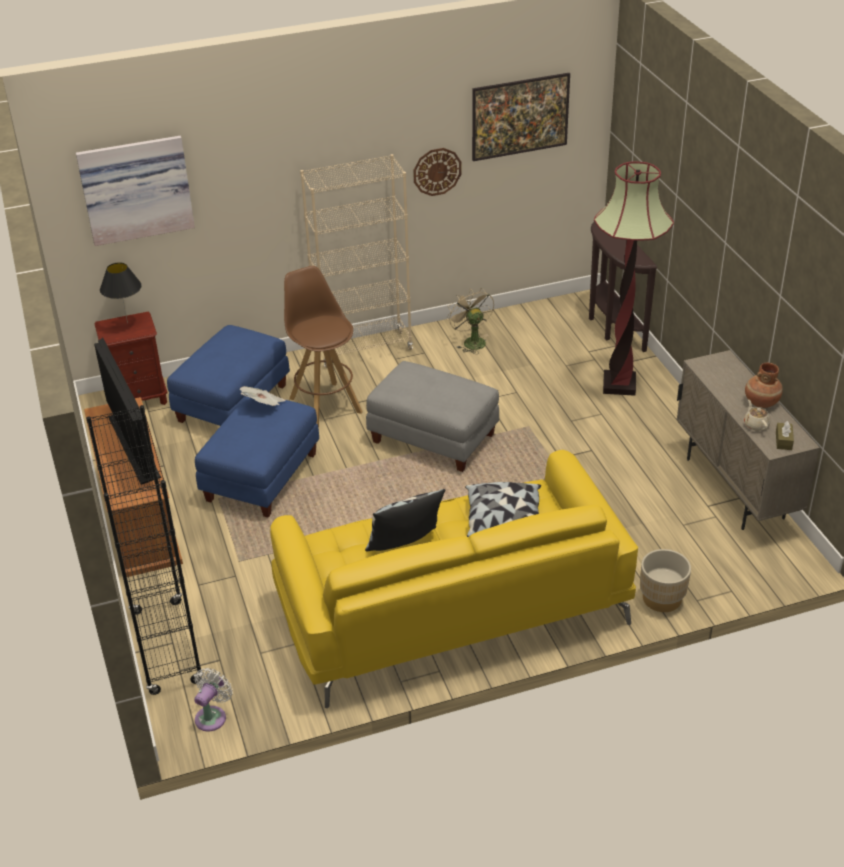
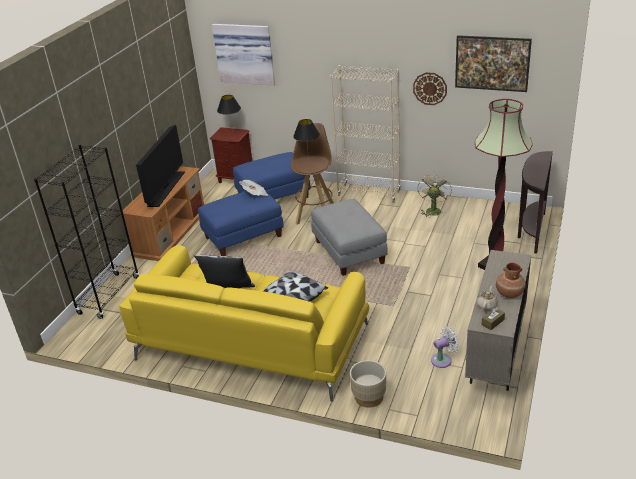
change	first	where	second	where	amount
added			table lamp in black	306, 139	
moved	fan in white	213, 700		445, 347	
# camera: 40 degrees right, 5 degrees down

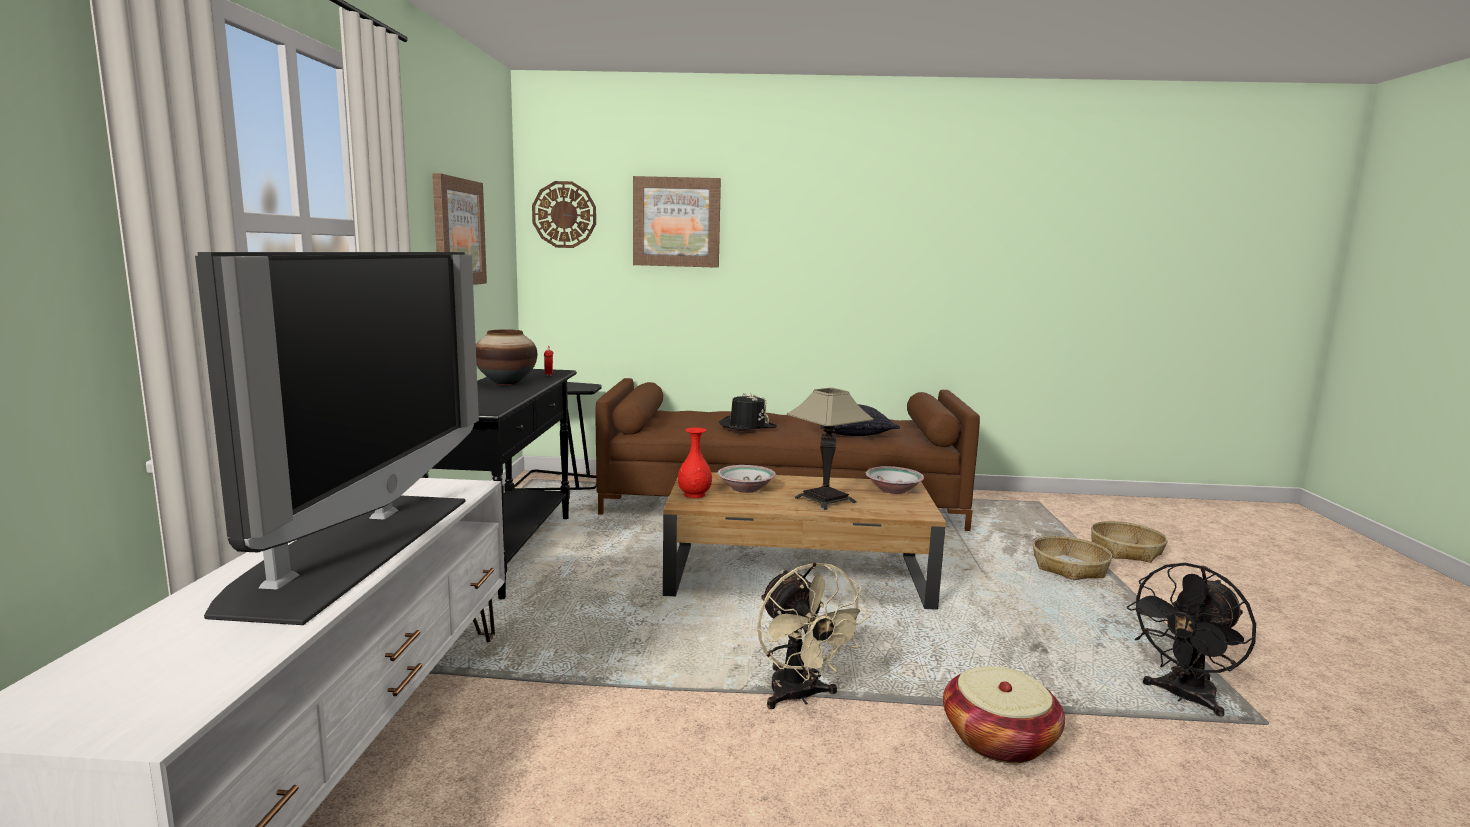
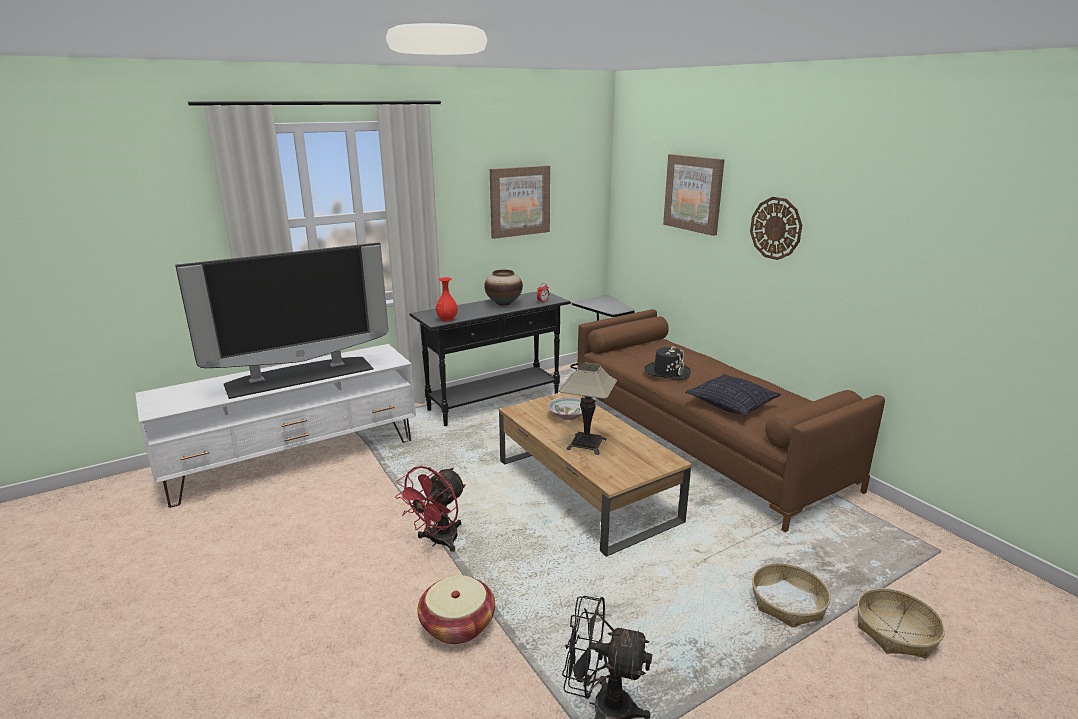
change	first	where	second	where	amount
recoloured	fan in beige	814, 635	fan in red	430, 509	
moved	vase in red	695, 462		447, 299	
moved	wall clock	564, 214		776, 228	
removed	bowl	895, 480			
# camera: 55 degrees right, 10 degrees up

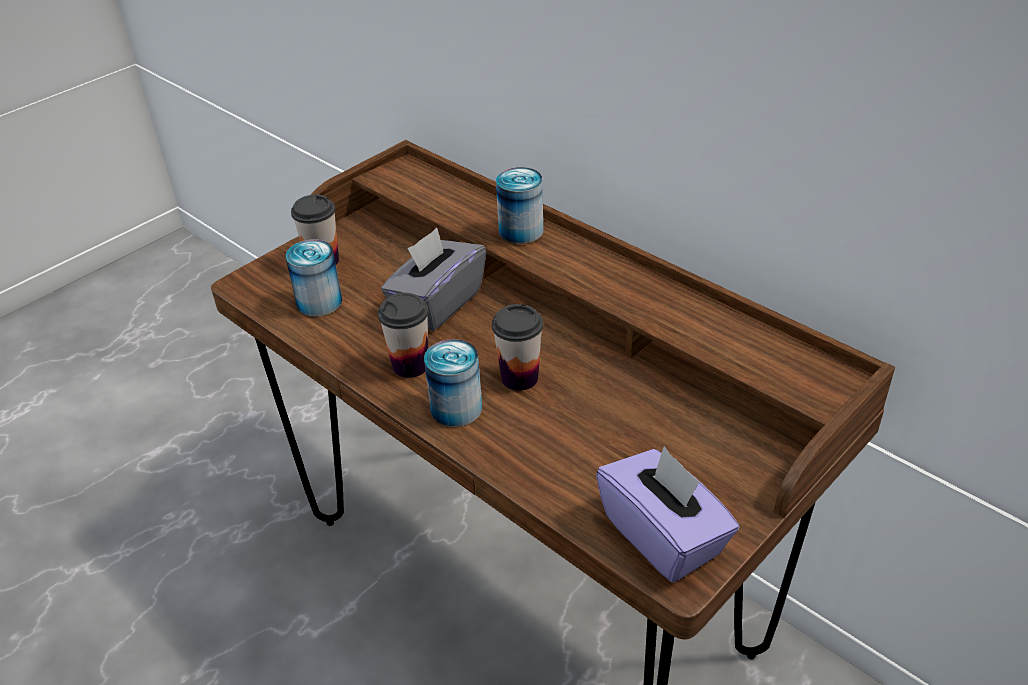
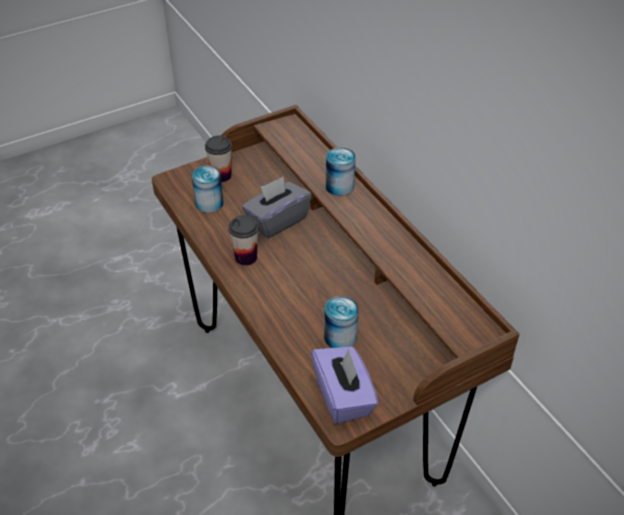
change	first	where	second	where	amount
moved	can	453, 383		341, 322	
removed	cup	517, 347			
# camera: 15 degrees right, 5 degrees up

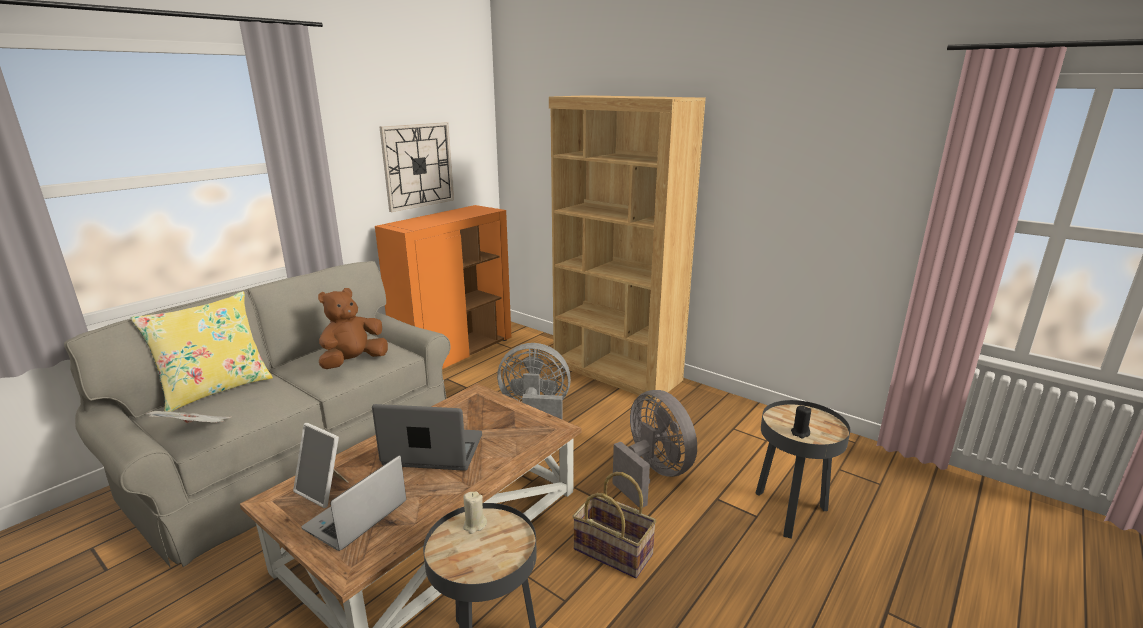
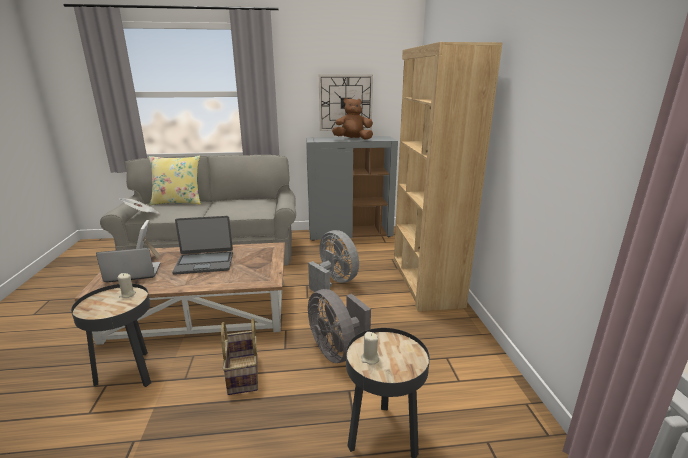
change	first	where	second	where	amount
turned	laptop	427, 437		202, 245	120 degrees clockwise
recoloured	cabinet in orange	443, 287	cabinet in grey	352, 188	
turned	fan in grey	654, 448		339, 326	135 degrees clockwise
moved	plush toy in brown	353, 328		352, 119	
recoloured	candle in black	801, 422	candle in beige	370, 348	
# camera: 45 degrees right, 0 degrees up

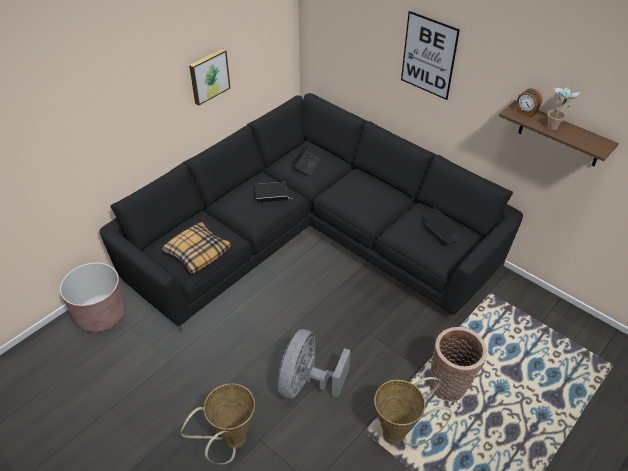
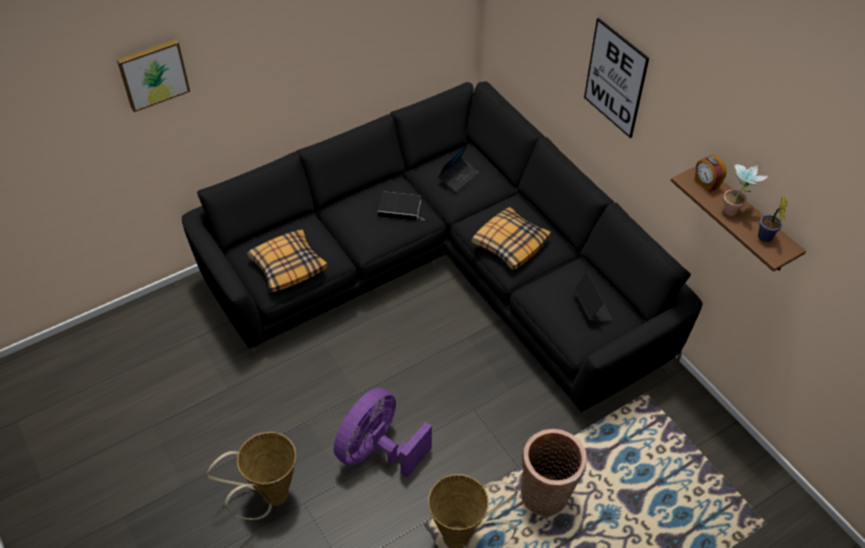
change	first	where	second	where	amount
moved	picture	209, 77		153, 75	
recoloured	fan in grey	314, 364	fan in purple	383, 432	
added			pillow	511, 238	
added			potted plant	773, 218	
removed	planter in brown	93, 297			
# camera: 15 degrees right, 5 degrees up

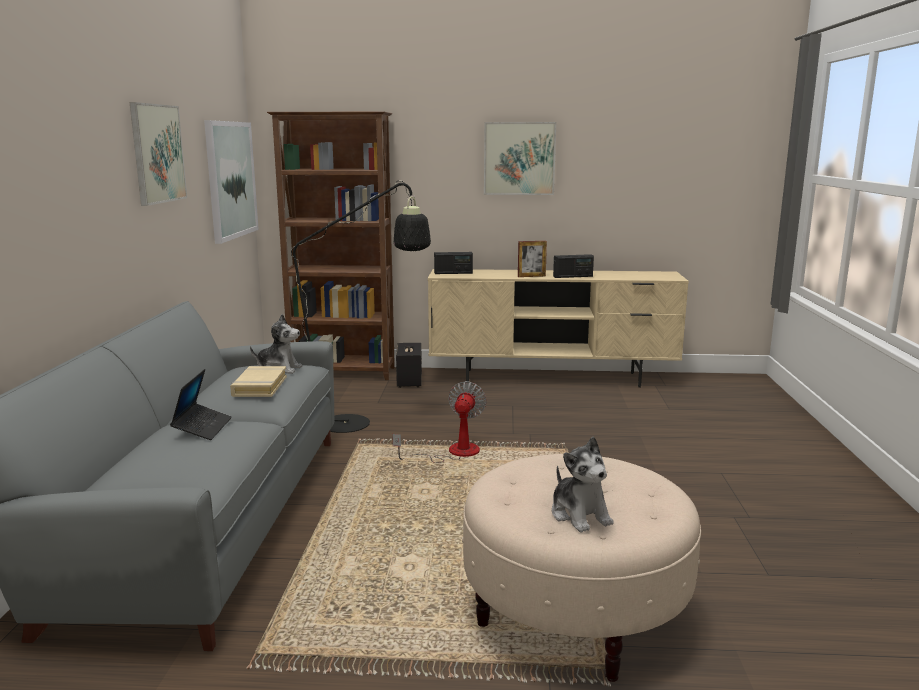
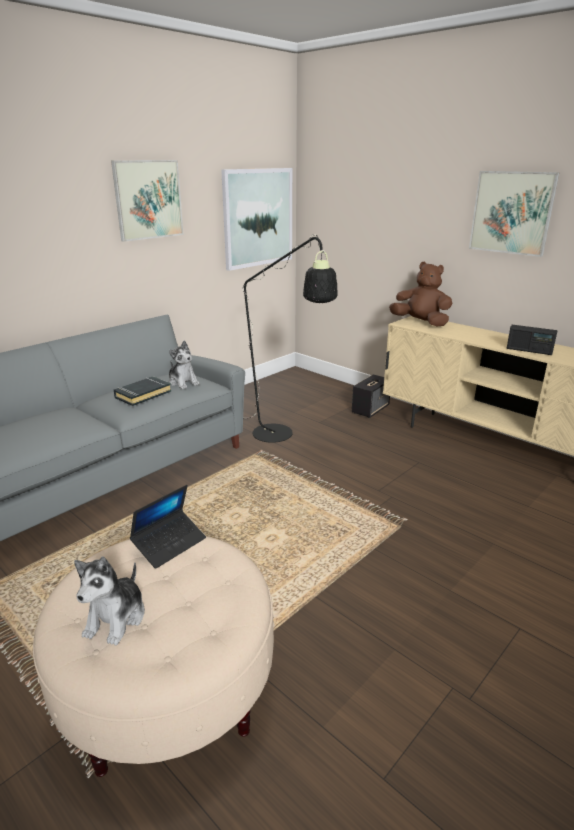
change	first	where	second	where	amount
recoloured	book in beige	258, 381	book in black	143, 391	
moved	laptop	201, 404		168, 527	
replaced	radio	453, 263	plush toy in brown	421, 294	
removed	bookcase in brown	331, 246			
removed	fan	439, 422			
removed	picture frame	532, 259			
# camera: 40 degrees right, 10 degrees up

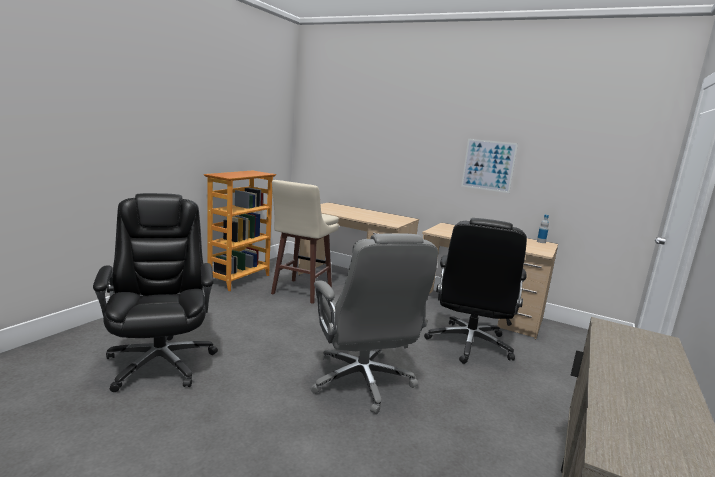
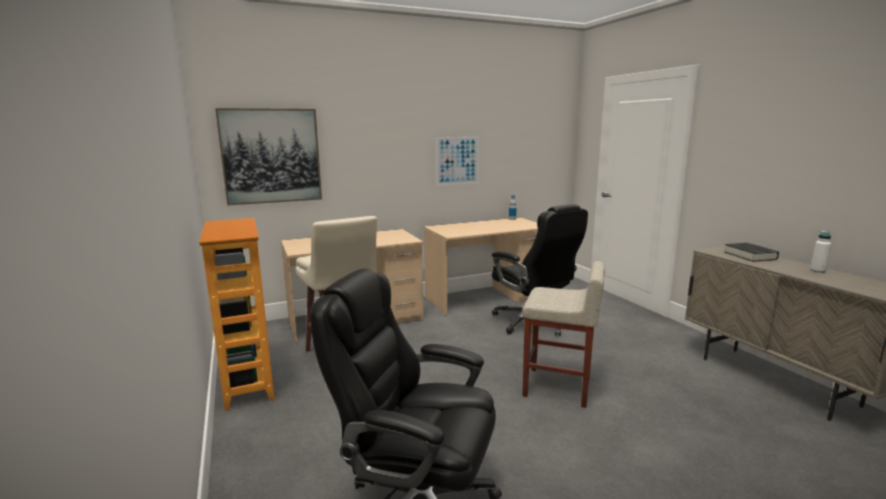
change	first	where	second	where	amount
added			picture	268, 156	
replaced	office chair in grey	374, 323	stool in beige	563, 334	
added			book in black	751, 252	
added			bottle in white	821, 251	
# camera: 50 degrees left, 0 degrees up

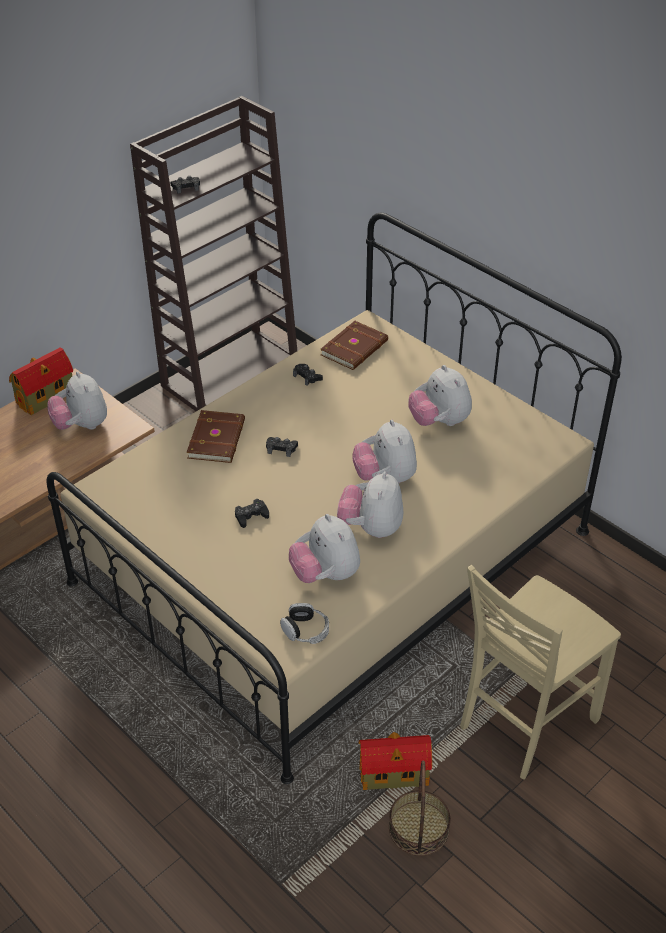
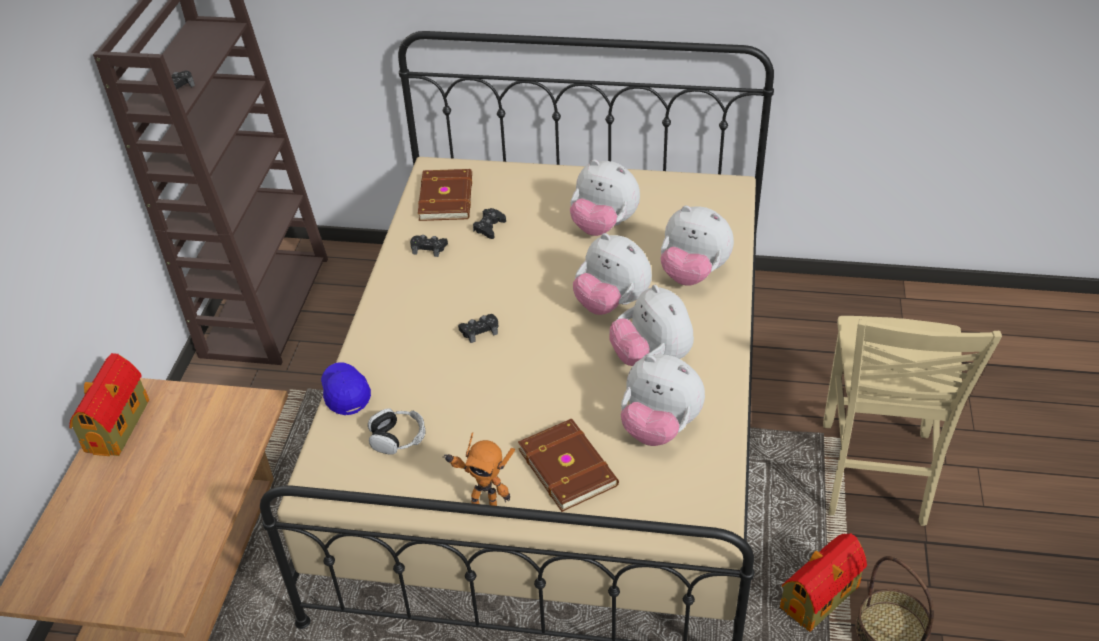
change	first	where	second	where	amount
added			cap in blue	346, 388	
moved	headphones	304, 623		396, 431	
added			toy robot	479, 469	
moved	game controller in black	252, 513		489, 223	
moved	book in brown	216, 436		568, 465	
moved	plush toy	77, 400		697, 246	
# camera: 35 degrees left, 0 degrees up

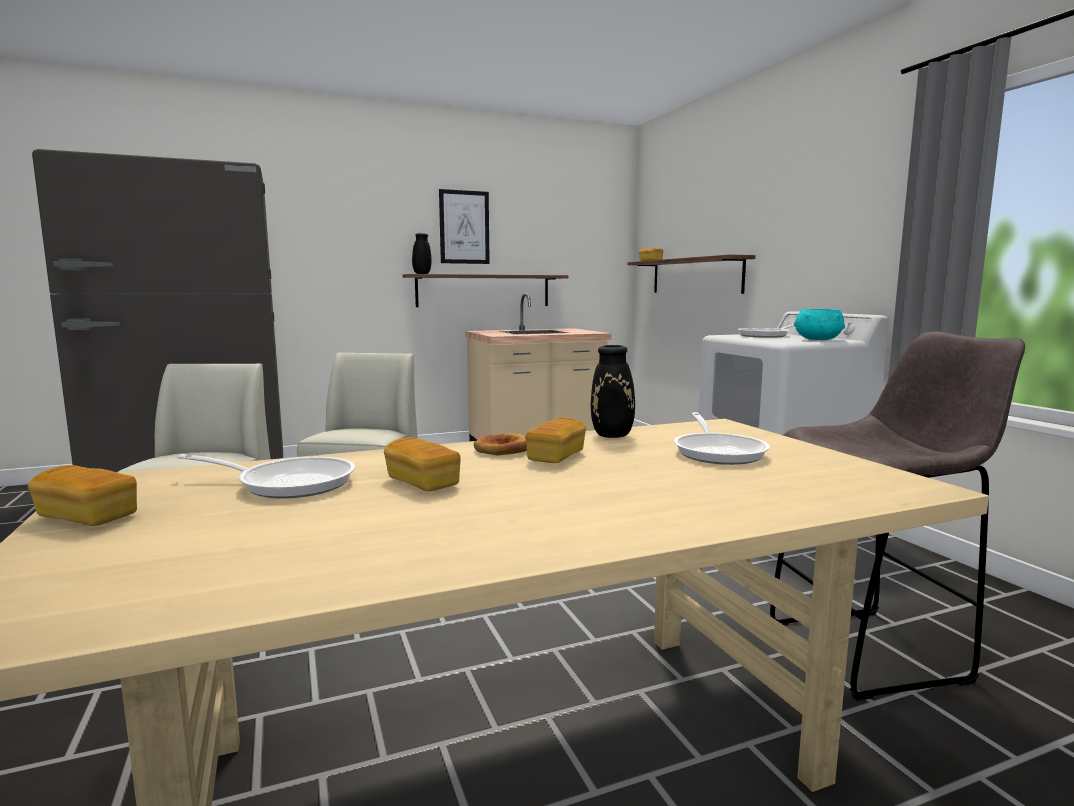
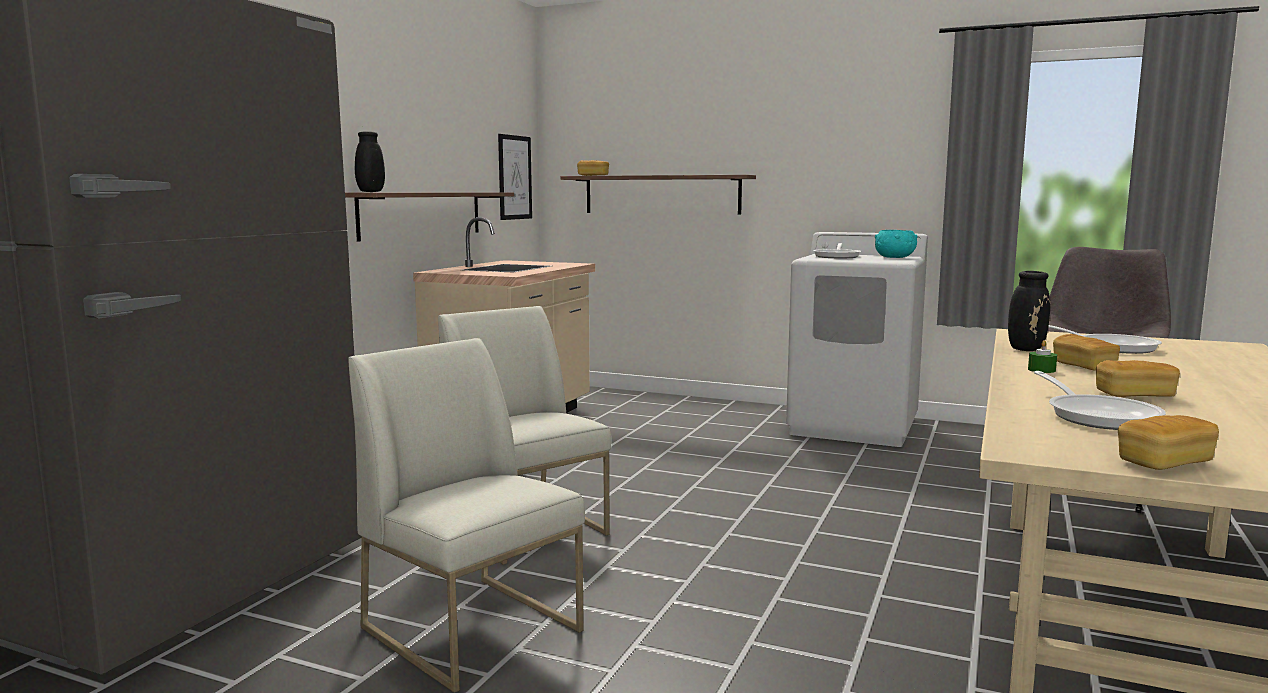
change	first	where	second	where	amount
moved	picture	464, 226		515, 177	
replaced	bread	500, 444	candle in green	1042, 356	
turned	frying pan	266, 476		1100, 400	120 degrees clockwise
# camera: 45 degrees left, 0 degrees up

